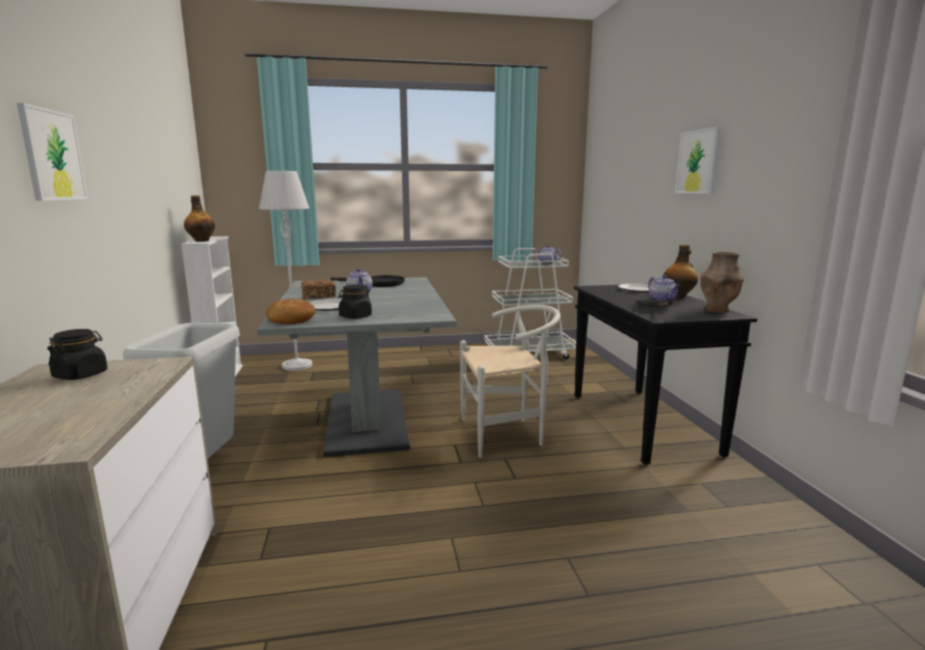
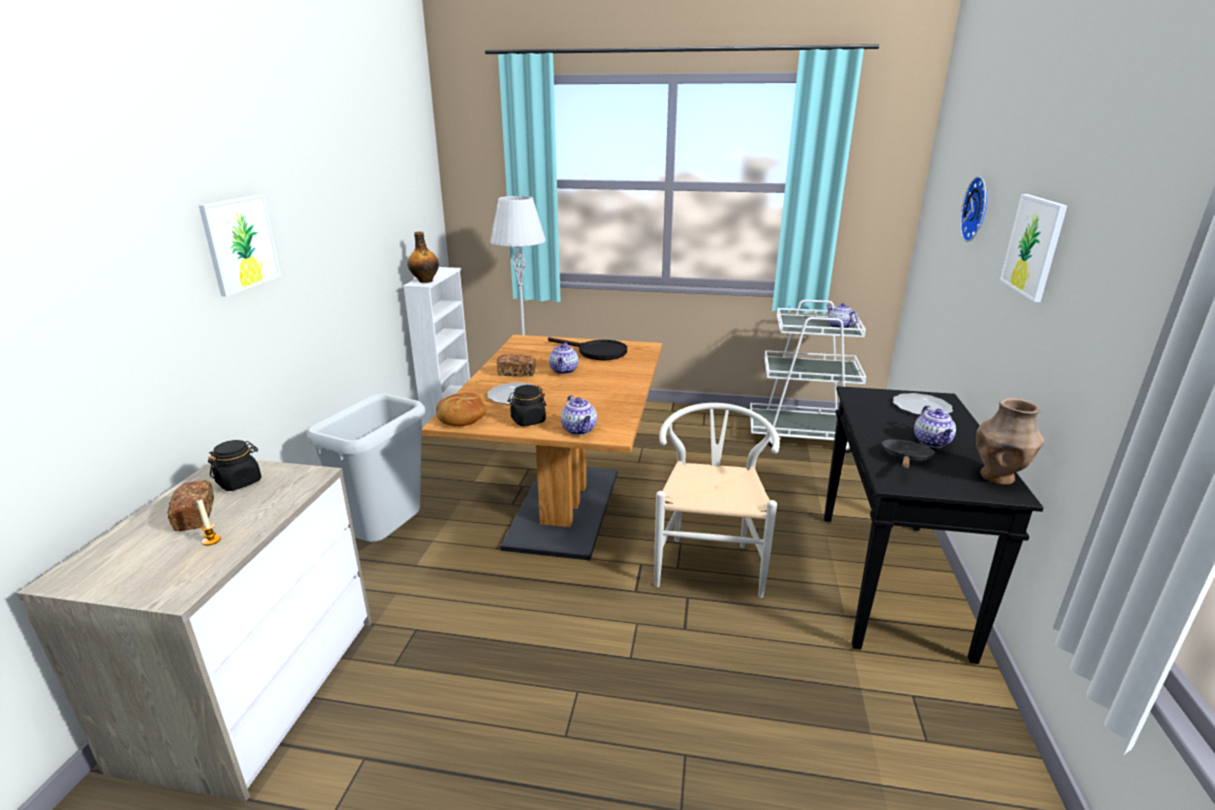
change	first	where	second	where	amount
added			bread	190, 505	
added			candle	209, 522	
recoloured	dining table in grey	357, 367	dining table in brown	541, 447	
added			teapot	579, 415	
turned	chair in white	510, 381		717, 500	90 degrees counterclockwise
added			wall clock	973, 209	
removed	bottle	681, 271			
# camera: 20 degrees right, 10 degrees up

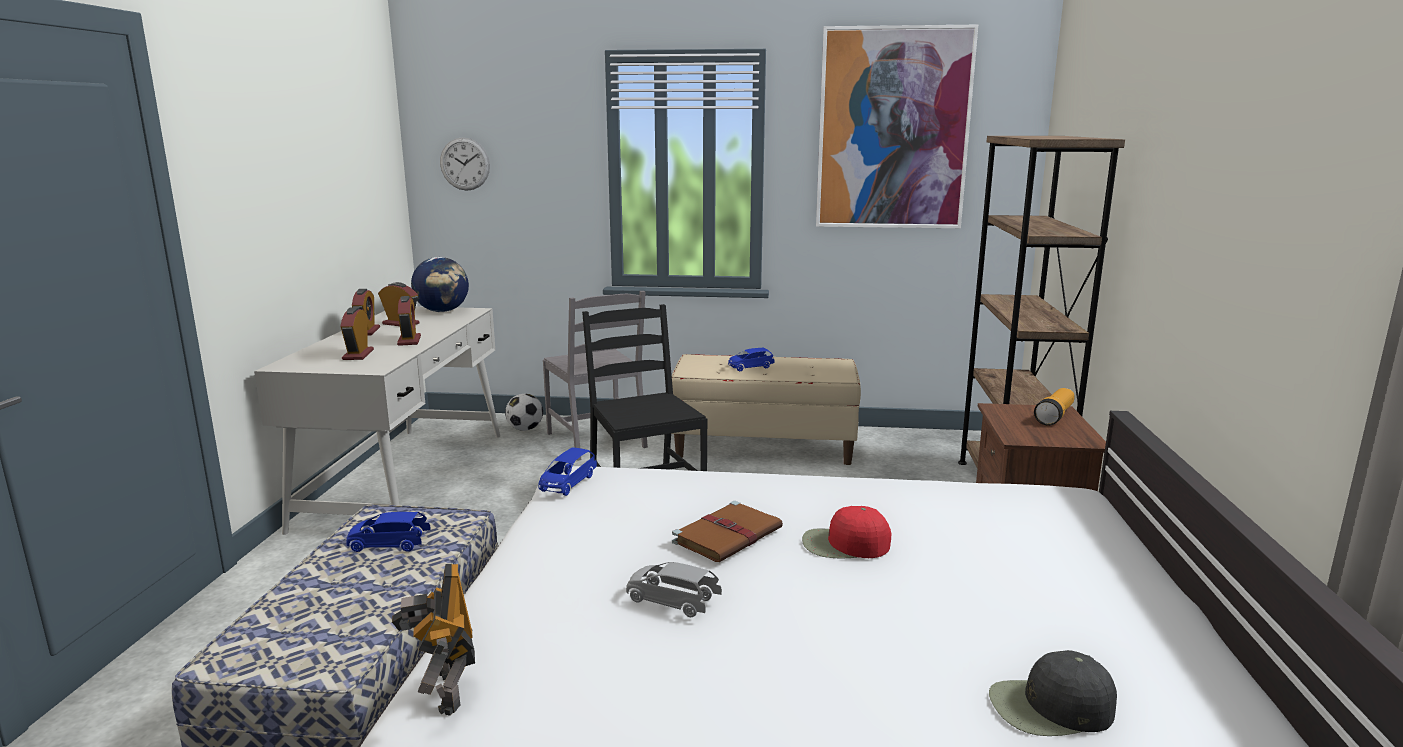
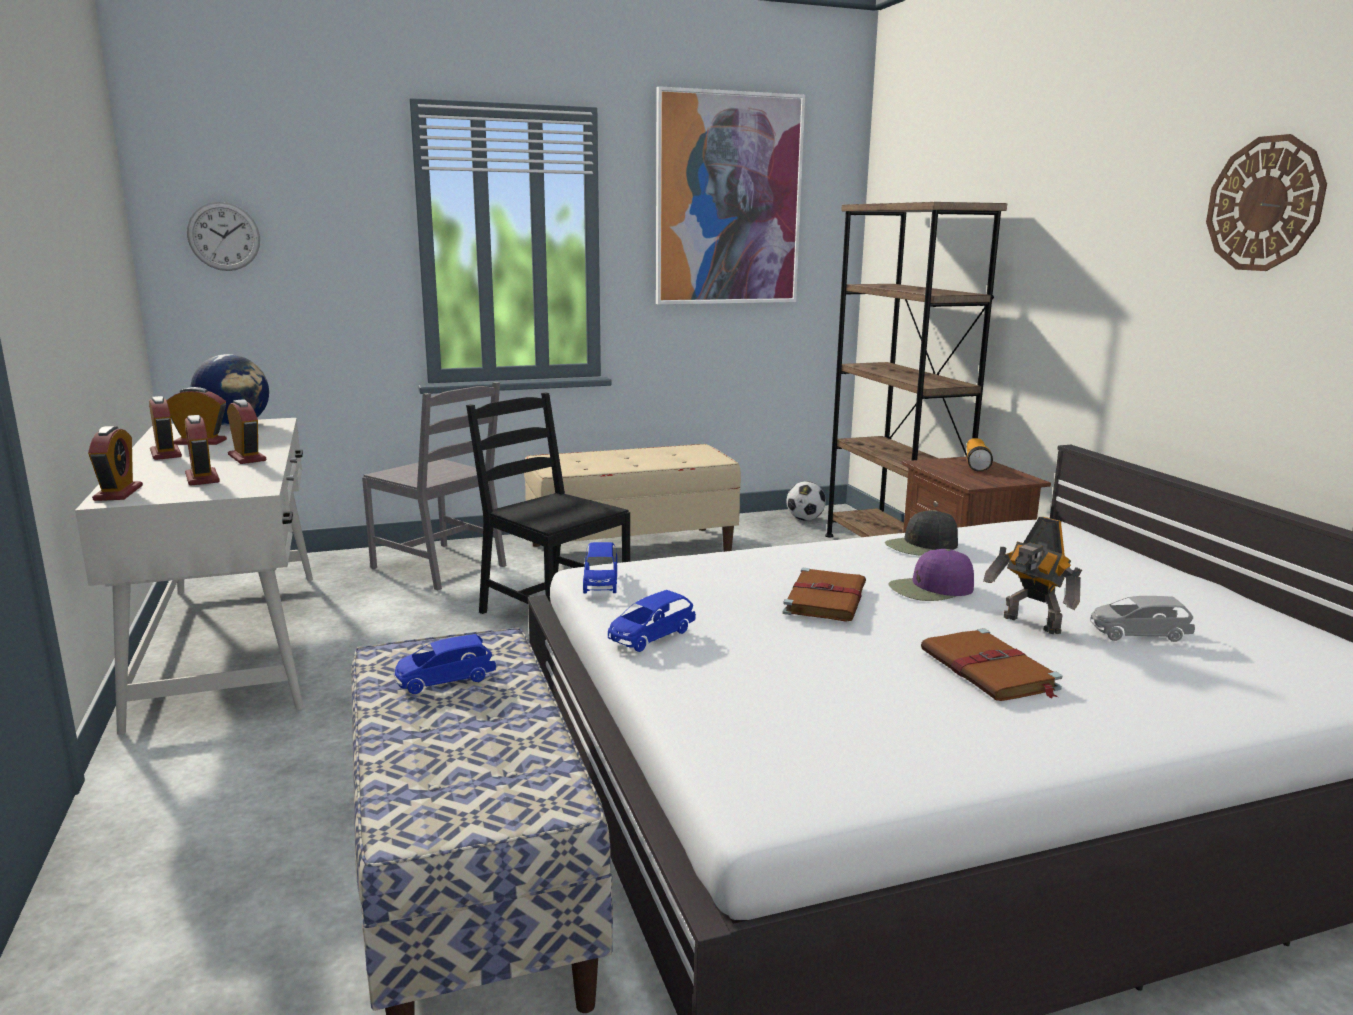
change	first	where	second	where	amount
added			alarm clock	115, 463	
moved	toy car in blue	751, 359		652, 621	
moved	football	524, 412		806, 501	
moved	cap in black	1053, 693		921, 532	
recoloured	cap in red	846, 532	cap in purple	931, 575	
added			book in brown	991, 664	
moved	toy robot	433, 640		1032, 575	
moved	toy car in grey	674, 589		1142, 619	
added			wall clock	1266, 202	
# camera: 25 degrees left, 0 degrees up

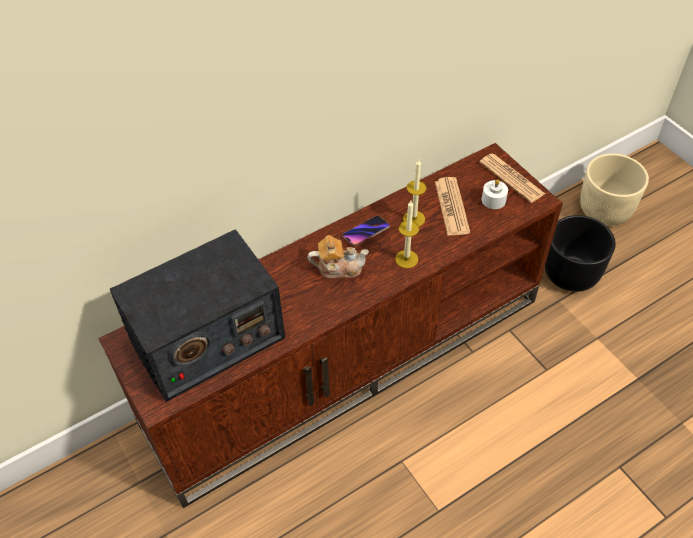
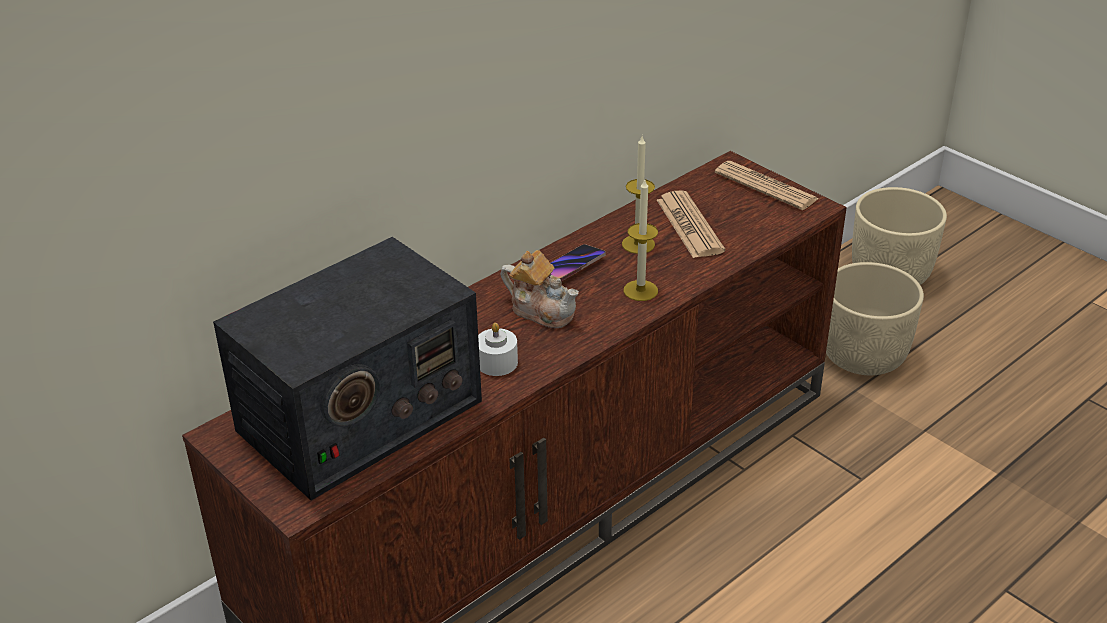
change	first	where	second	where	amount
moved	candle in white	495, 194		498, 349	
turned	teapot	338, 257		540, 289	45 degrees clockwise
recoloured	planter in black	580, 253	planter in beige	875, 318	
# camera: 10 degrees left, 15 degrees down

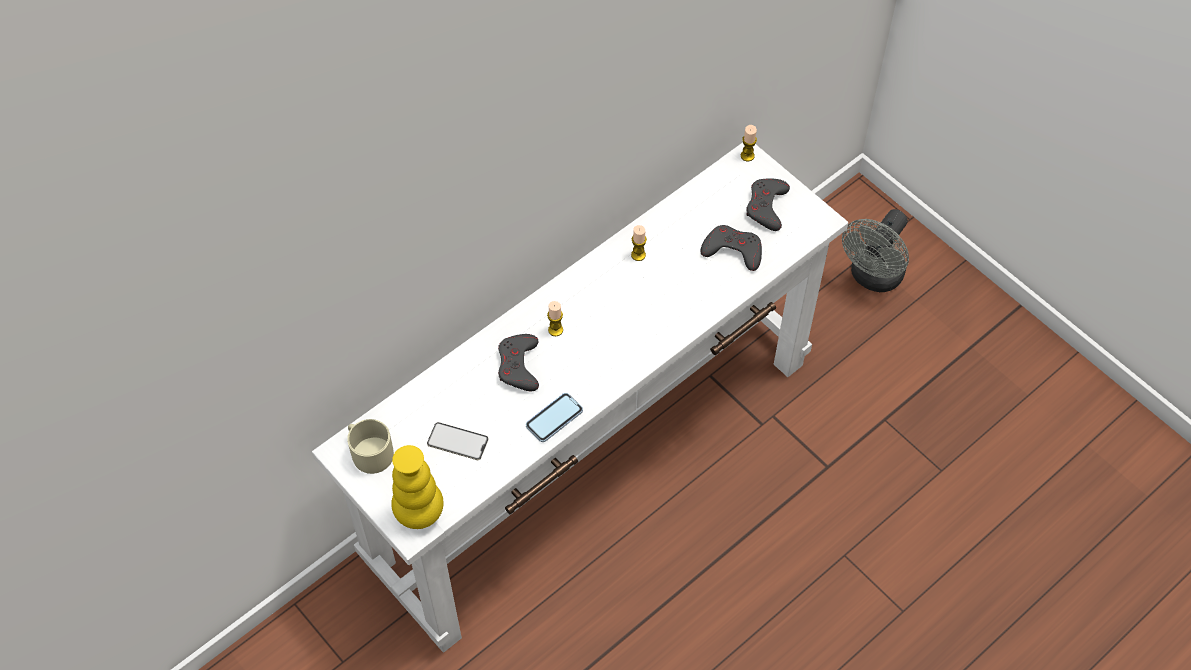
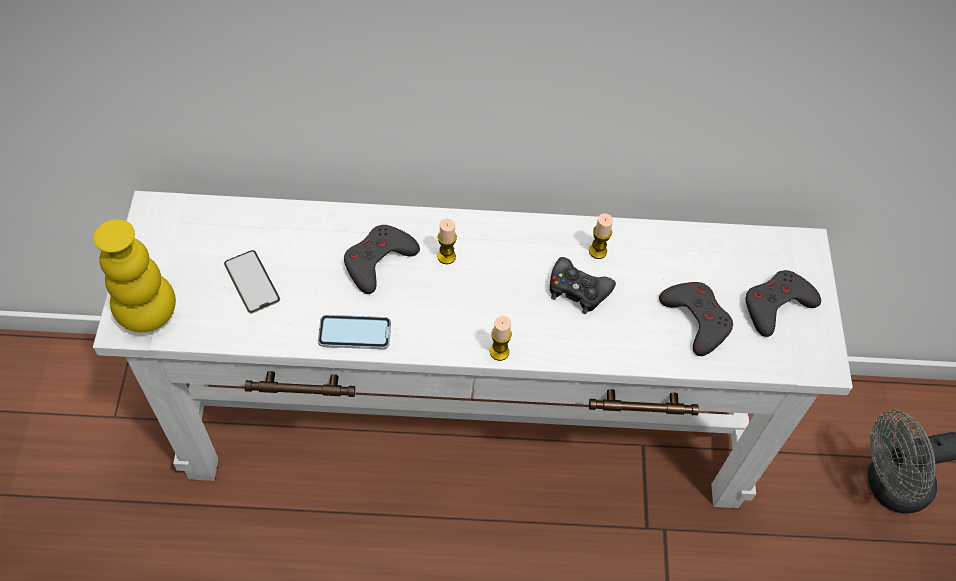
change	first	where	second	where	amount
moved	candle	749, 143		501, 338	
added			game controller in black	583, 285	
removed	mug in beige	370, 446			
# camera: 40 degrees right, 0 degrees up

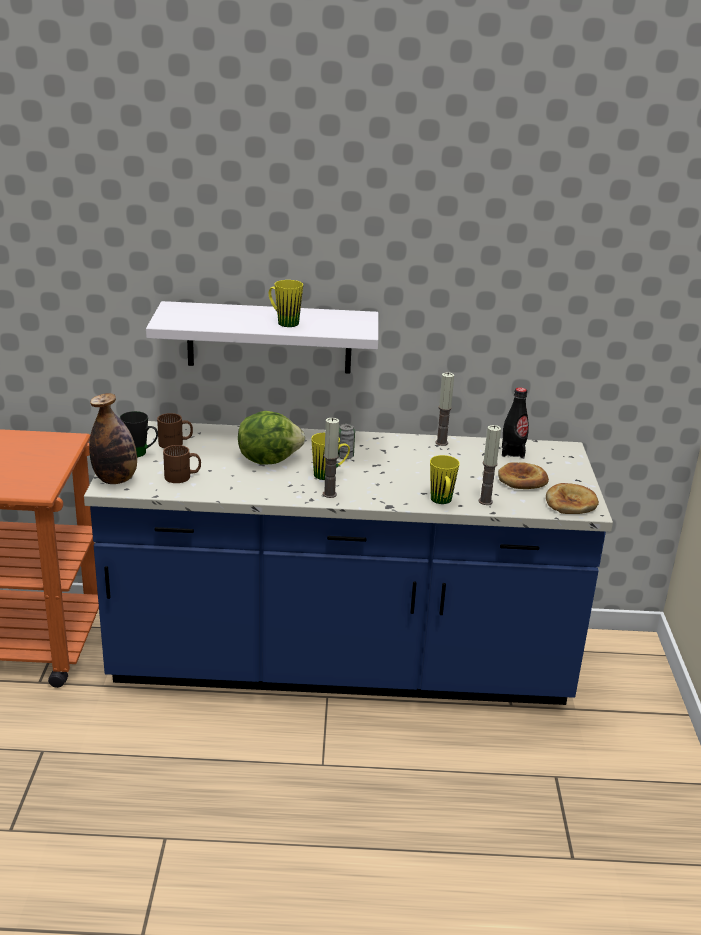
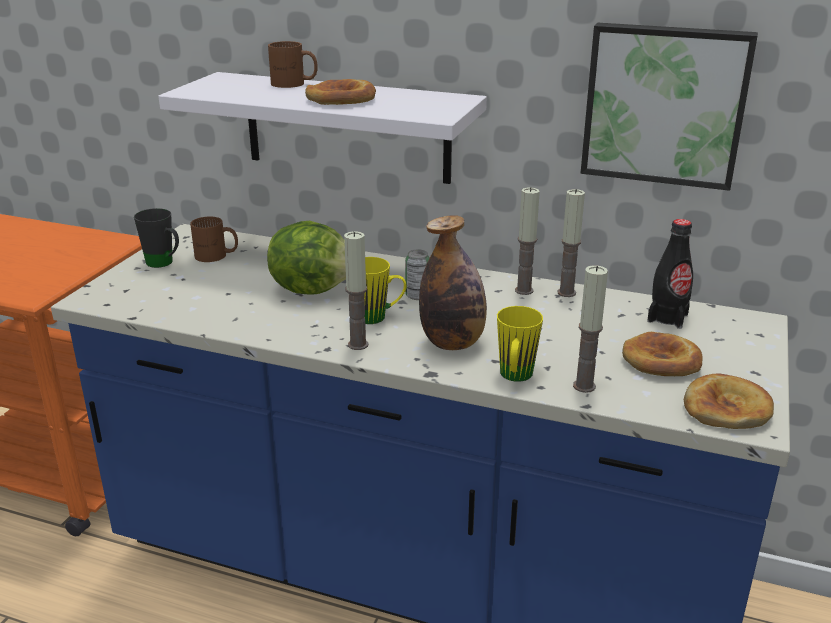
change	first	where	second	where	amount
moved	mug in brown	182, 464		293, 64	
replaced	mug in yellow	286, 303	bread	340, 92	
moved	bottle	113, 438		453, 282	
added			candle	527, 241	
added			picture	669, 107	
# camera: 20 degrees right, 0 degrees up

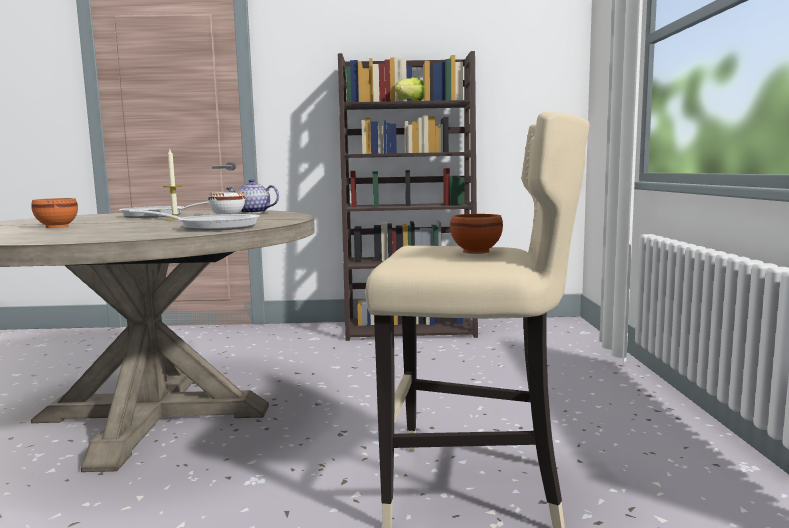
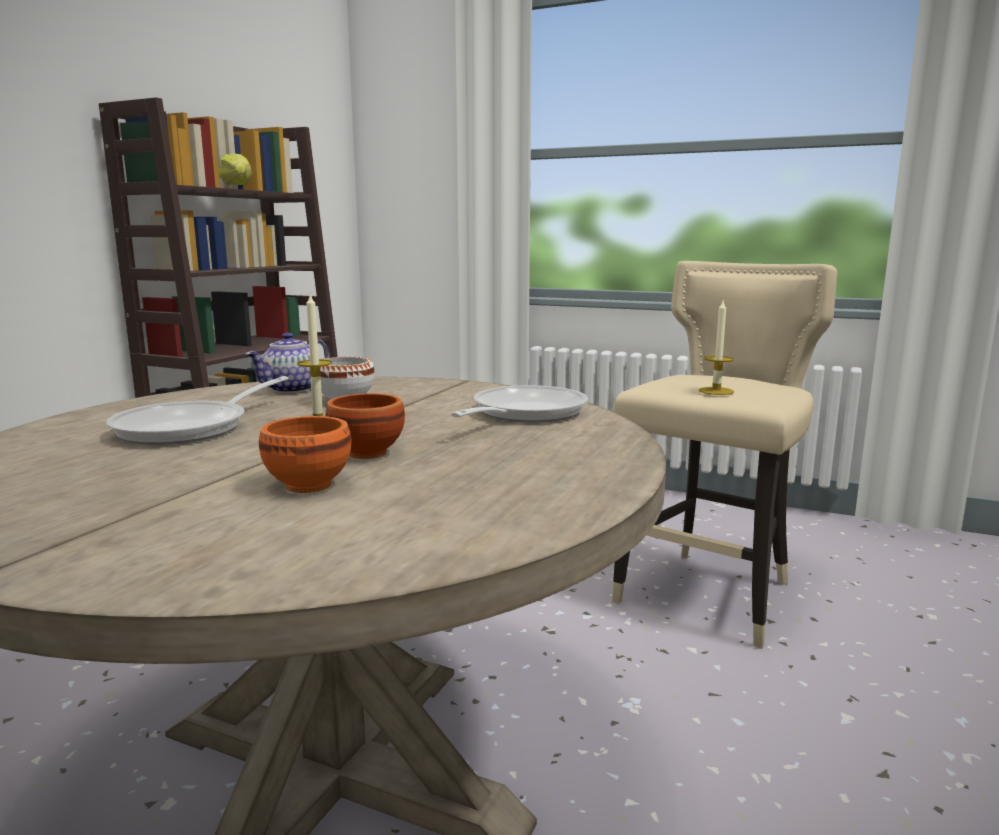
change	first	where	second	where	amount
moved	bowl in brown	476, 234		365, 426	
added			candle	716, 348	
# camera: 65 degrees left, 5 degrees up

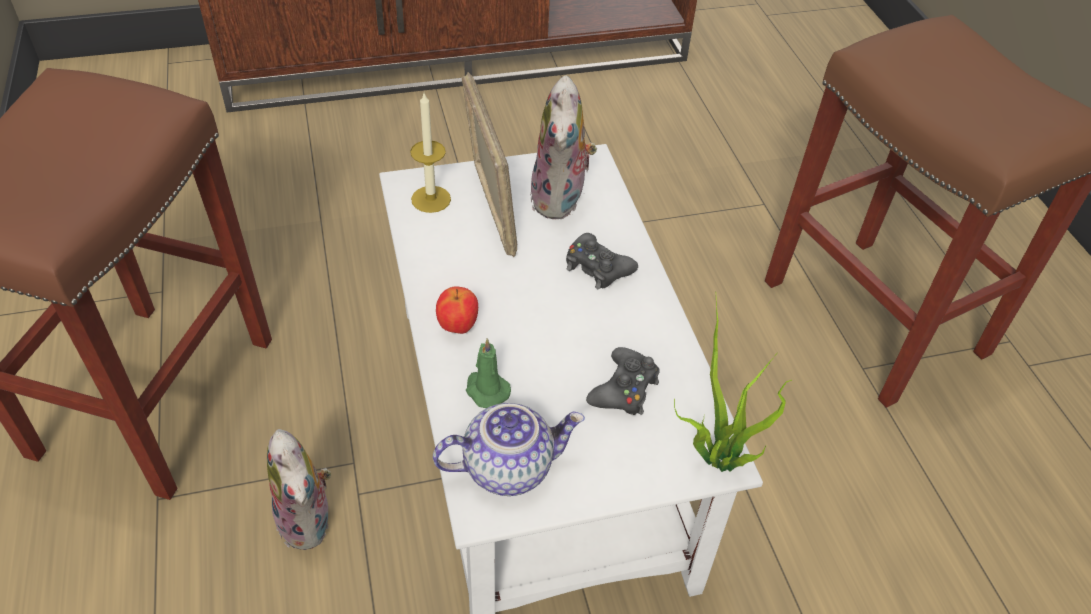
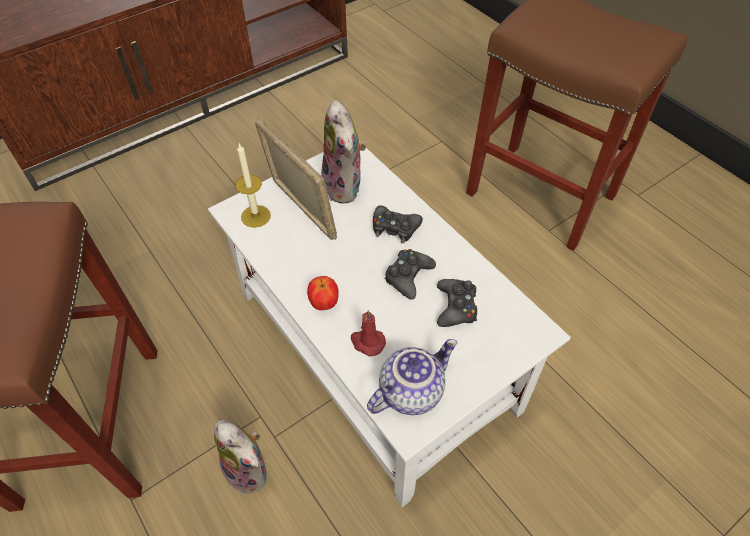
change	first	where	second	where	amount
recoloured	candle in green	488, 373	candle in red	368, 333	
added			game controller in black	410, 274	
removed	potted plant	733, 385			
# camera: 20 degrees left, 5 degrees up

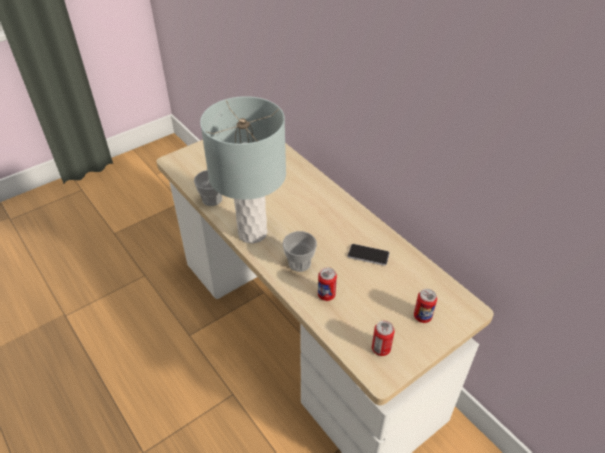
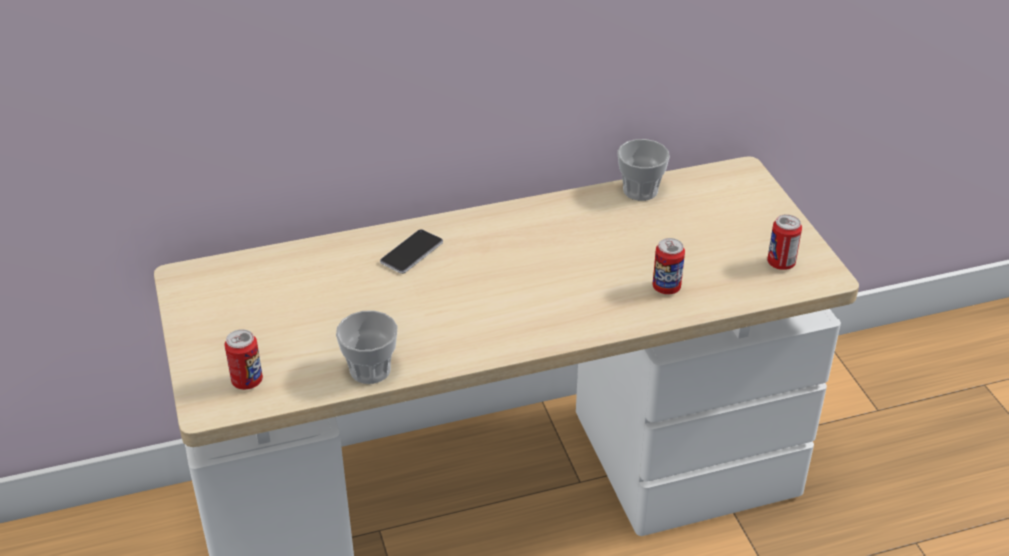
change	first	where	second	where	amount
moved	can	425, 306		244, 359	
moved	phone	368, 255		411, 251	
moved	cup	300, 251		643, 170	
removed	table lamp in grey	243, 170			
# camera: 70 degrees left, 5 degrees down

